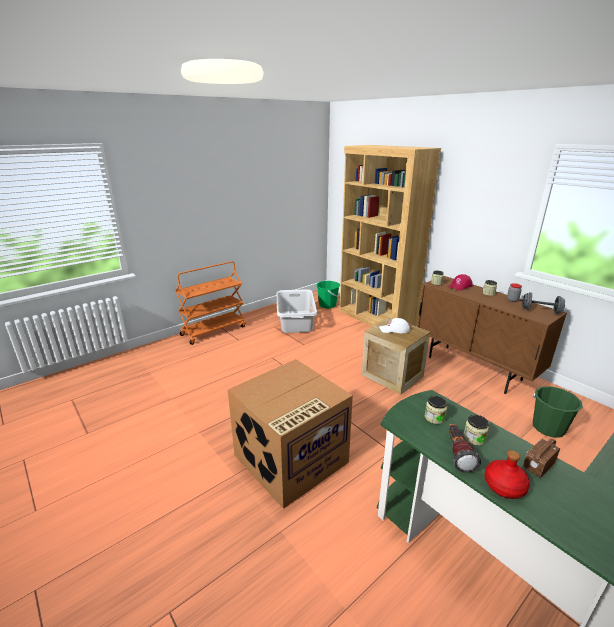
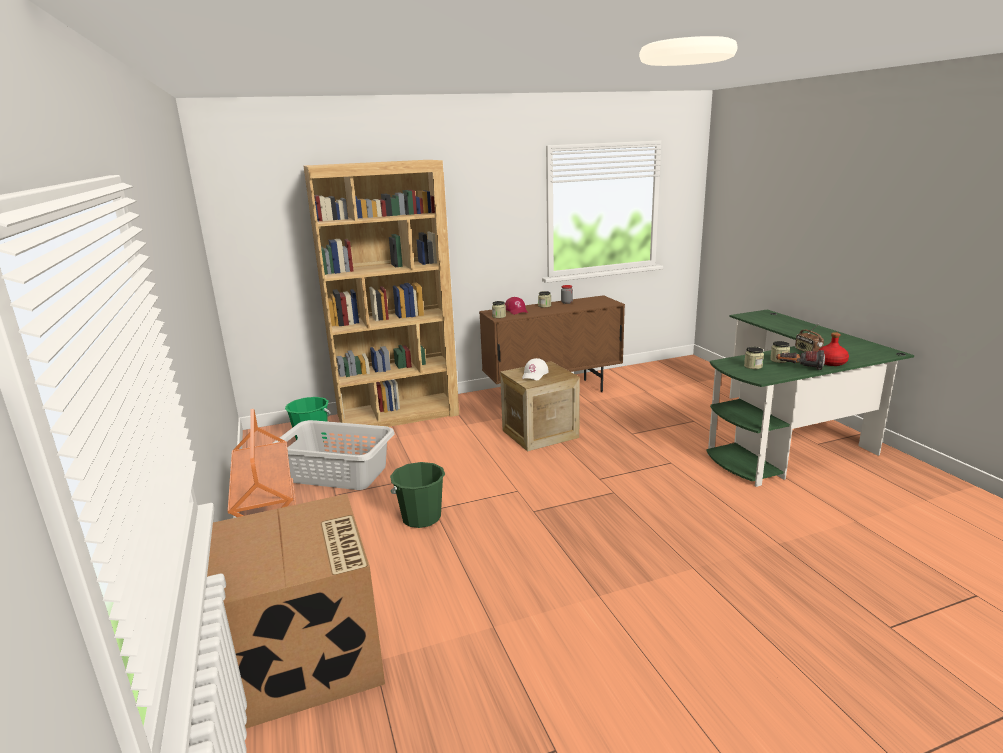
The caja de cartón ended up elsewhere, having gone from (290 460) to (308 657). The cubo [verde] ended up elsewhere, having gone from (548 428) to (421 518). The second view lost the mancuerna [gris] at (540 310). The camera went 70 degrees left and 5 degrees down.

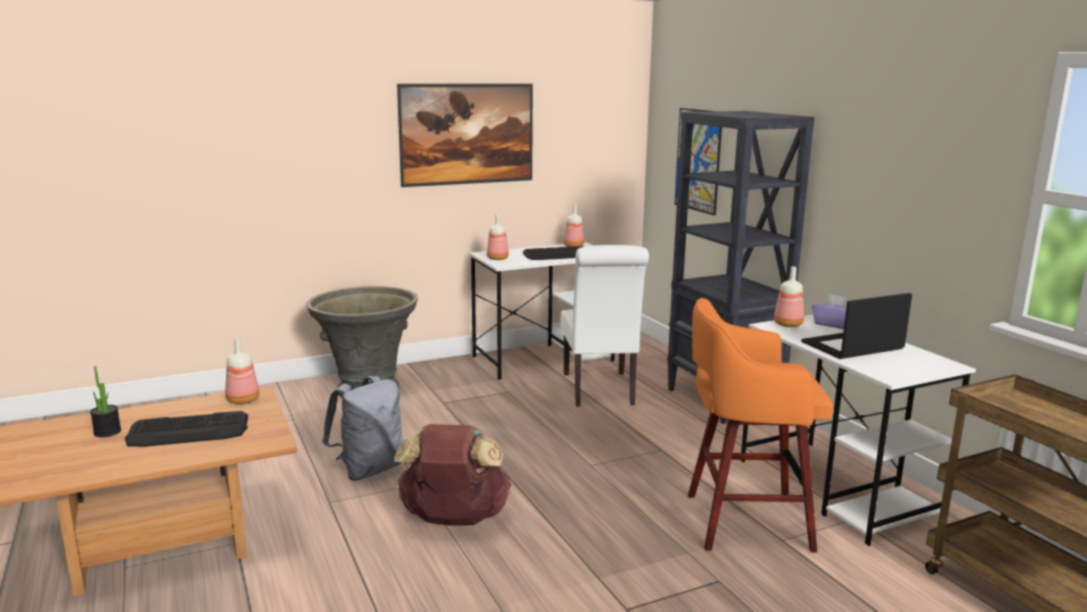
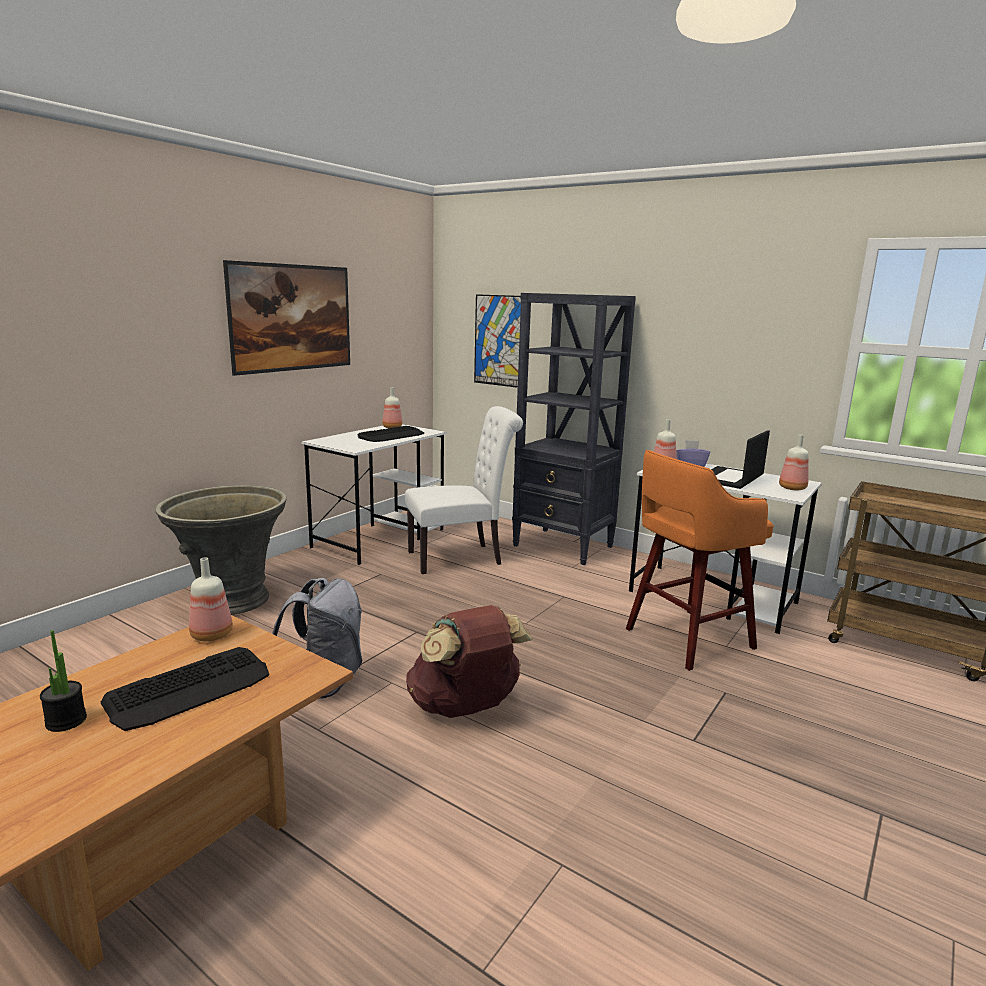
The silla [blanco] at (600 391) ended up facing another way, 75 degrees counterclockwise from before. The botella ended up elsewhere, having gone from (498 258) to (792 488). The camera went 30 degrees left and 0 degrees up.

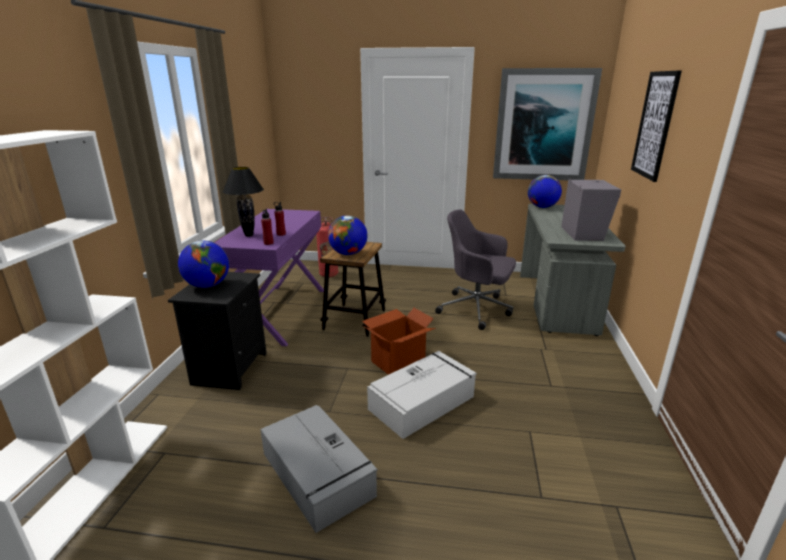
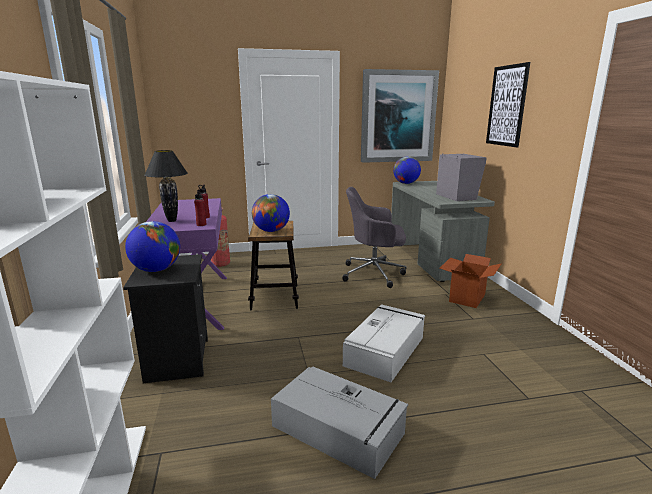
The caja de cartón ended up elsewhere, having gone from (397 361) to (466 298). The camera went 20 degrees left and 5 degrees down.

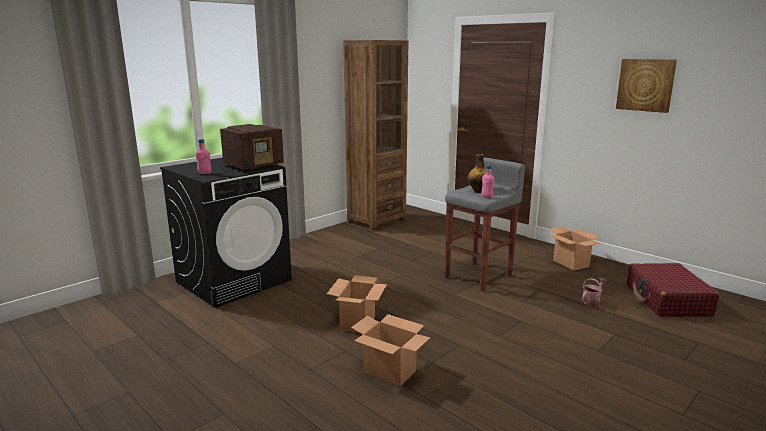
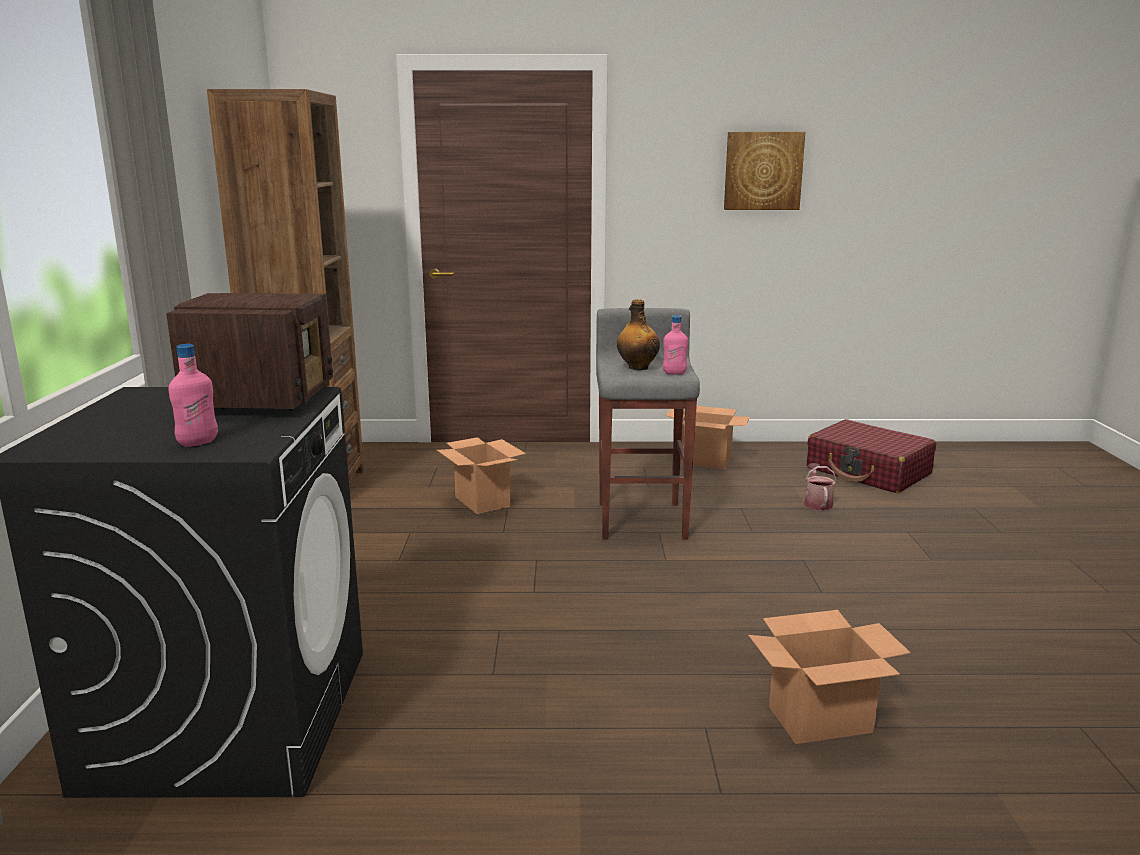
The caja de cartón ended up elsewhere, having gone from (357 322) to (482 501). The camera went 45 degrees left and 0 degrees up.

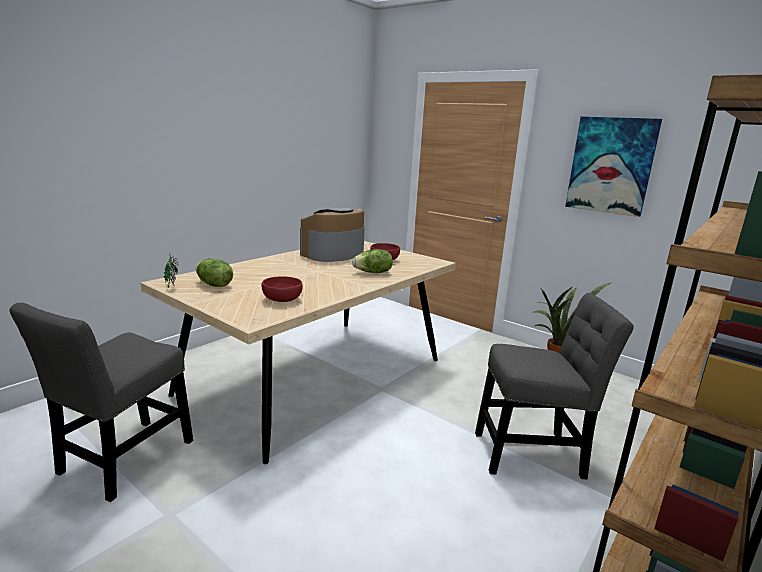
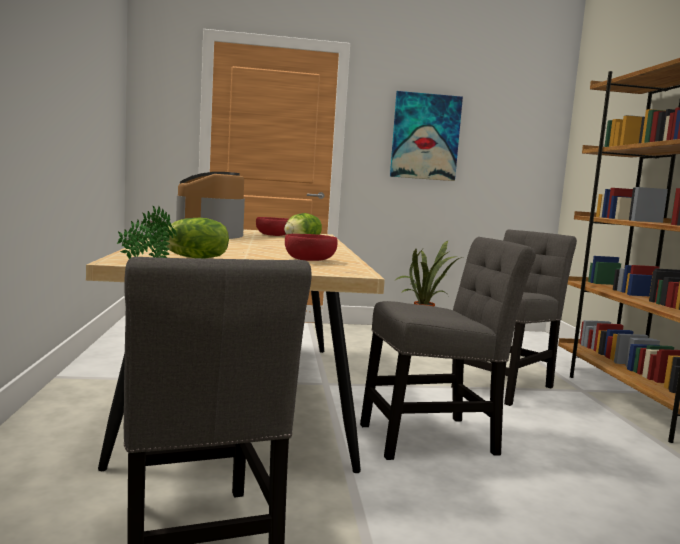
The second view gained the silla [gris] at (434 438). The camera went 45 degrees left and 10 degrees down.

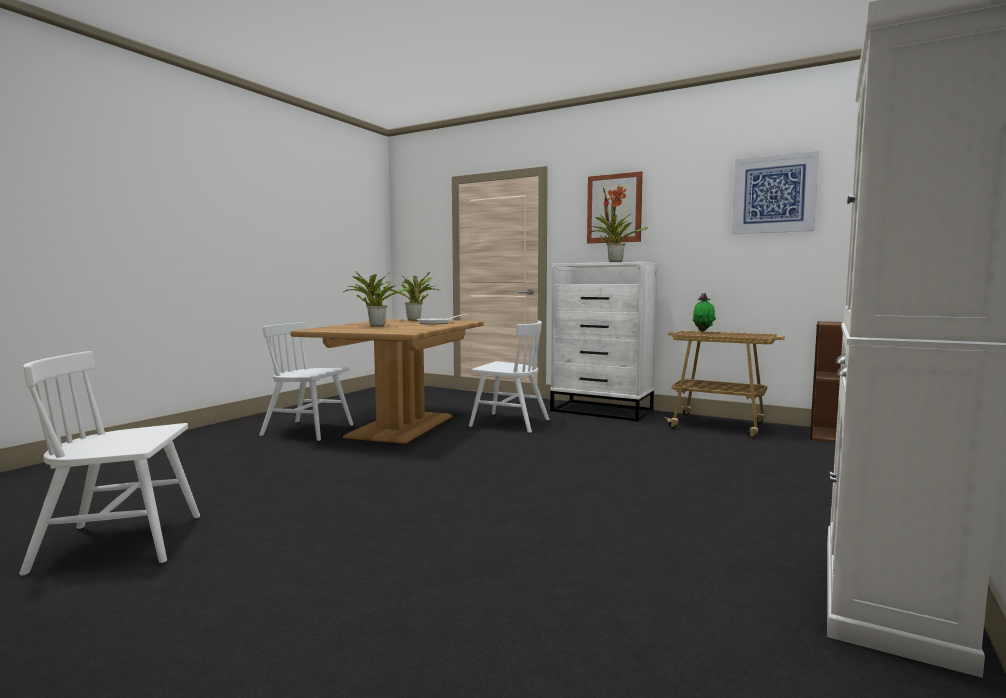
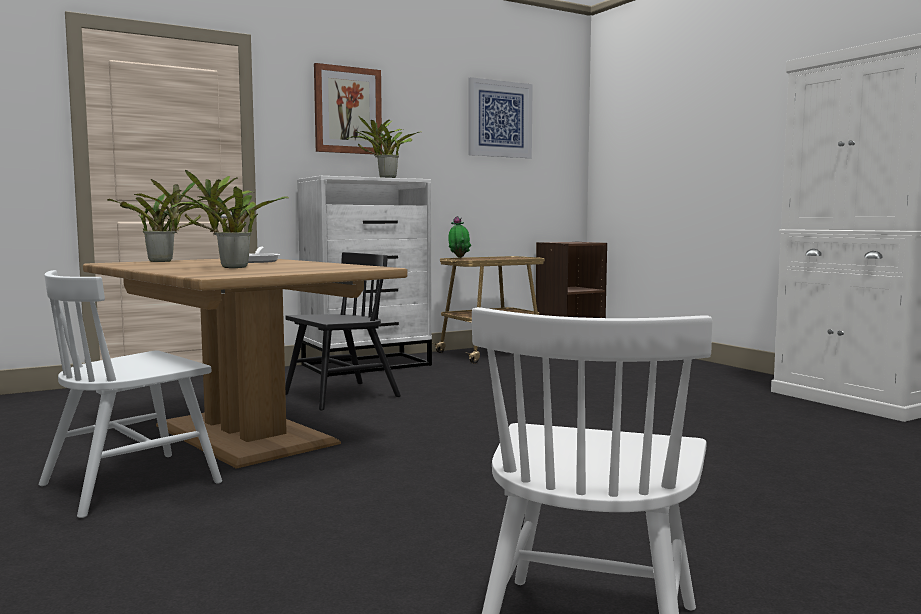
What was the silla [blanco] at (509 423) turned into the silla [negro] at (341 396). The camera went 60 degrees left and 0 degrees up.

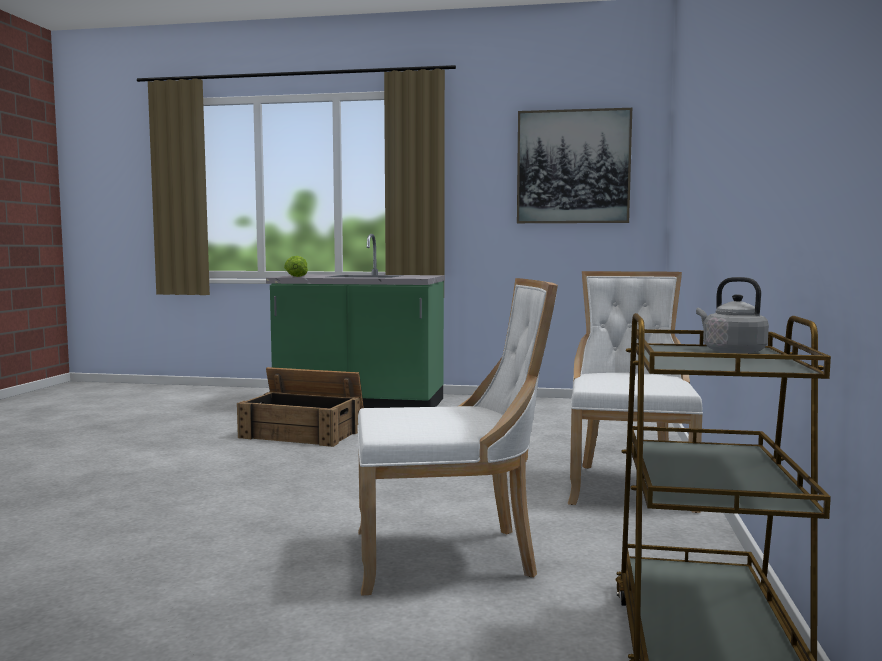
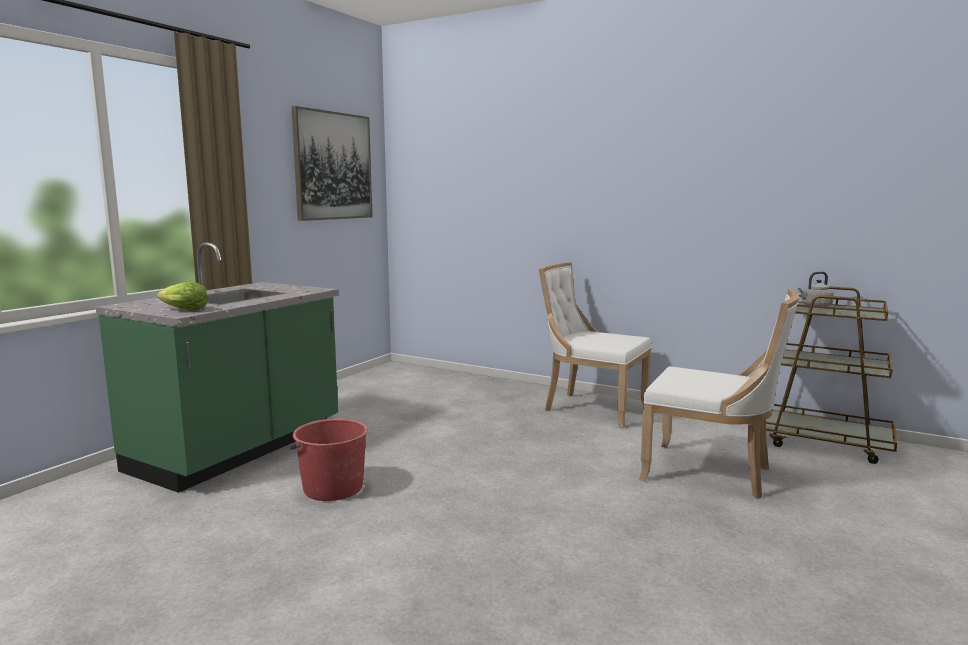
Where the caja de embalaje stood at (304 432), the cubo [rojo] came to stand at (332 488). The silla [blanco] at (450 556) ended up facing another way, 105 degrees clockwise from before. The camera went 70 degrees left and 5 degrees up.

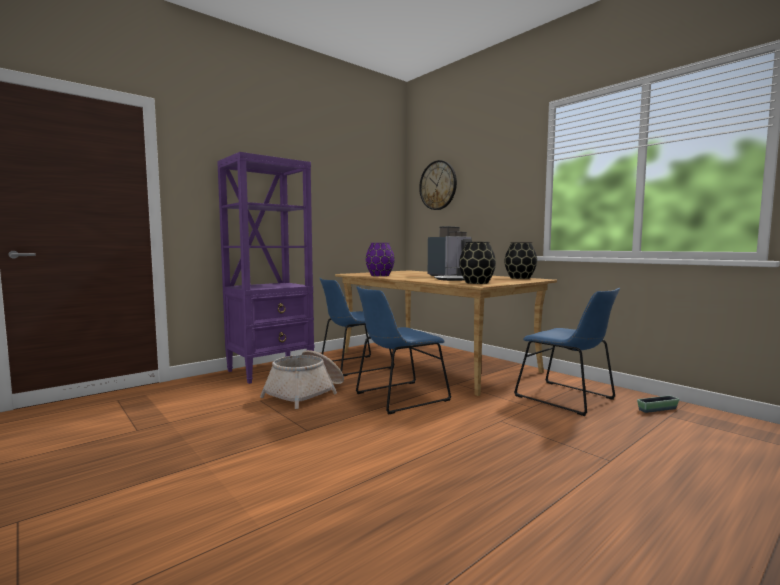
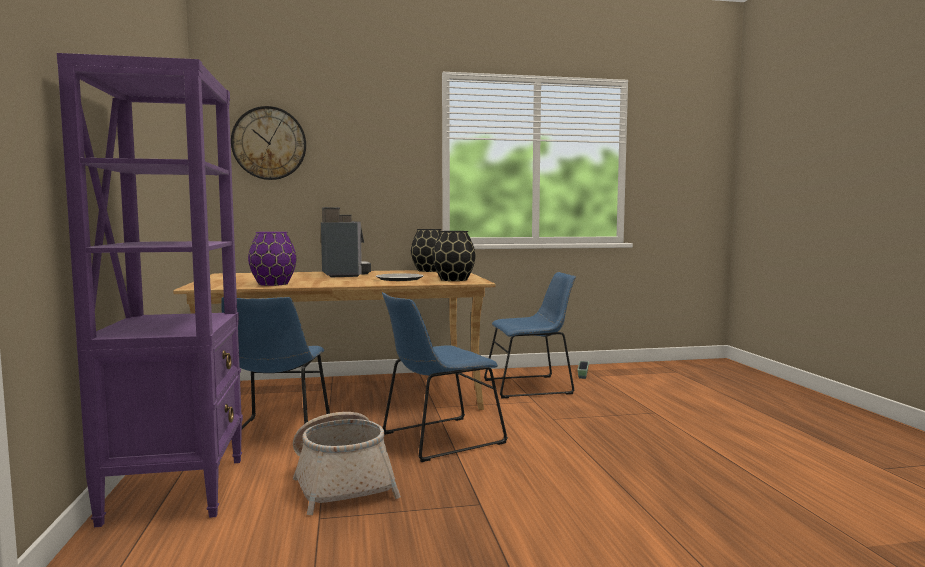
The silla [azul] at (398 397) ended up facing another way, 60 degrees clockwise from before. The camera went 60 degrees left and 0 degrees up.

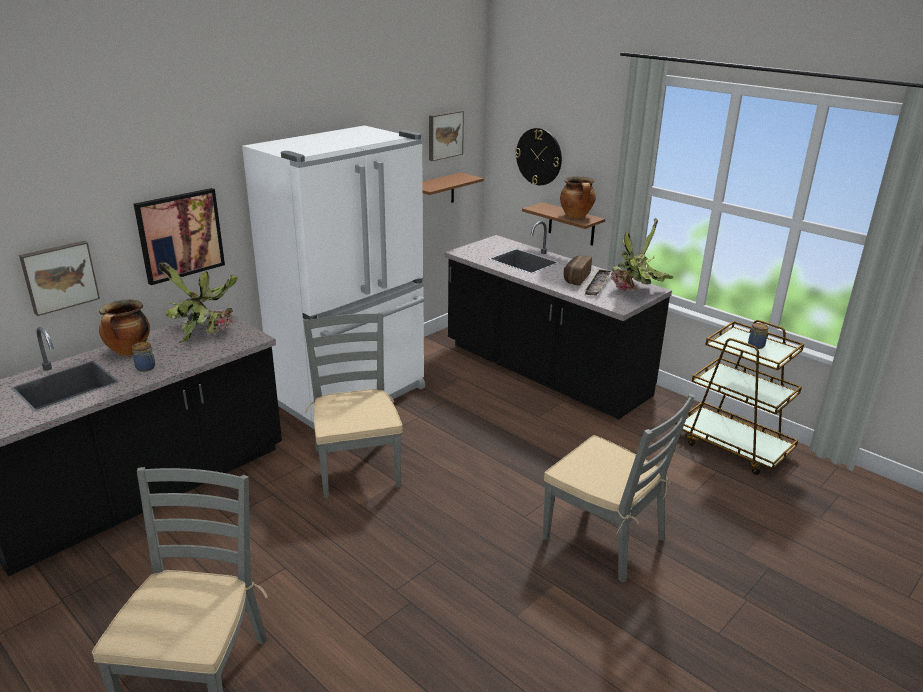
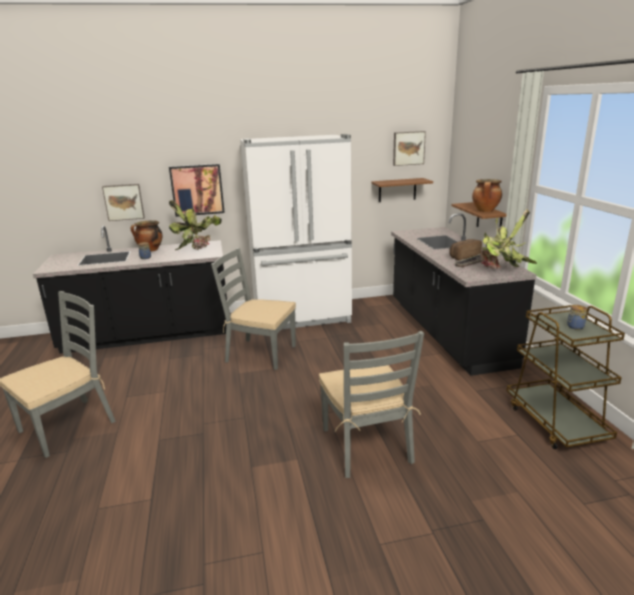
The silla [gris] at (356 467) ended up facing another way, 90 degrees counterclockwise from before. The second view lost the reloj de pared at (539 156). The camera went 35 degrees right and 5 degrees down.

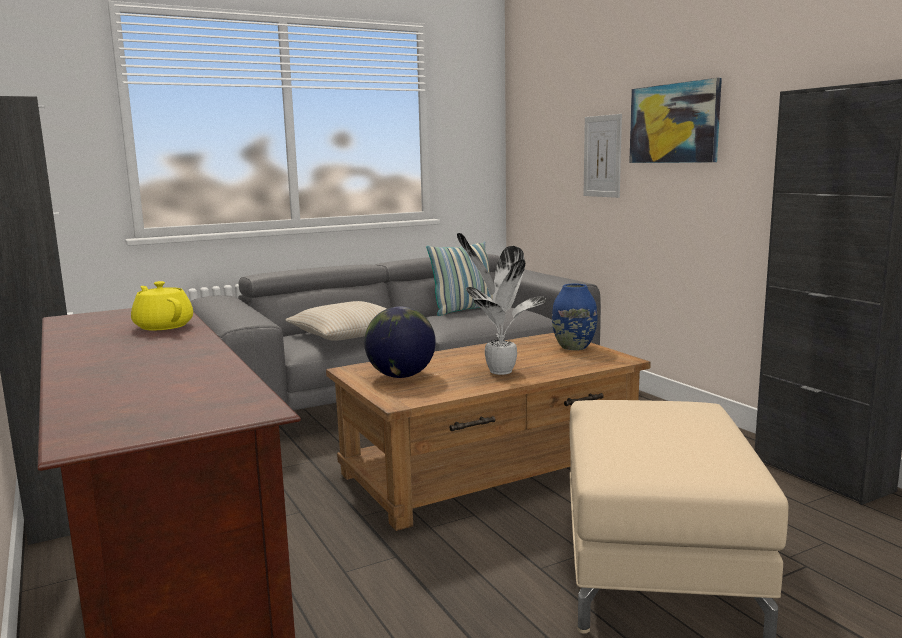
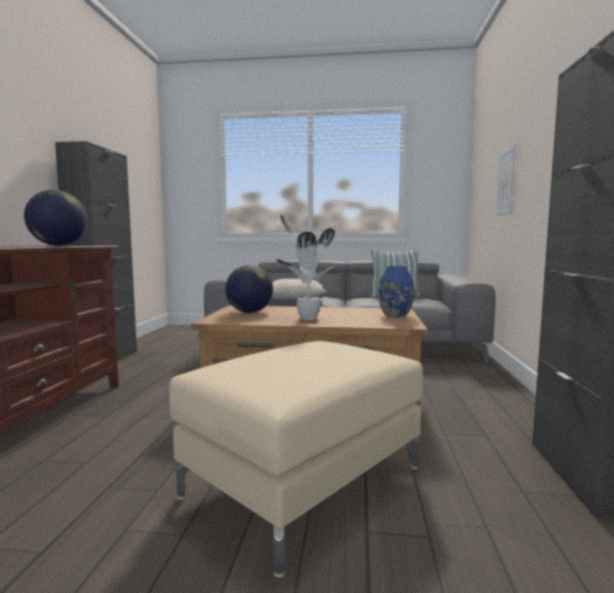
Where the tetera [amarillo] stood at (163 326), the globo terráqueo came to stand at (58 245). The second view lost the cuadro at (674 123). The camera went 35 degrees right and 5 degrees down.

